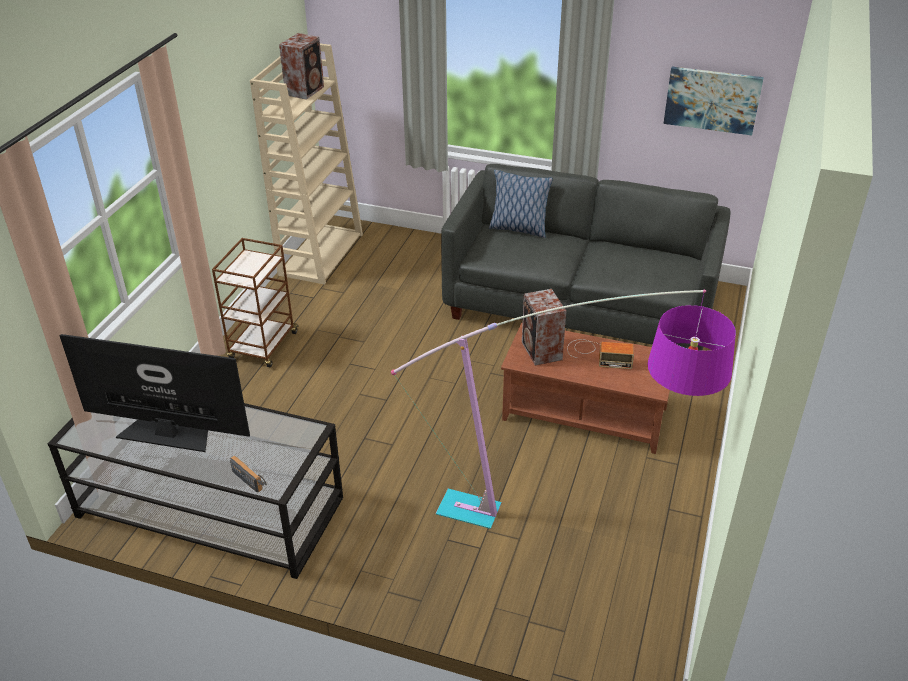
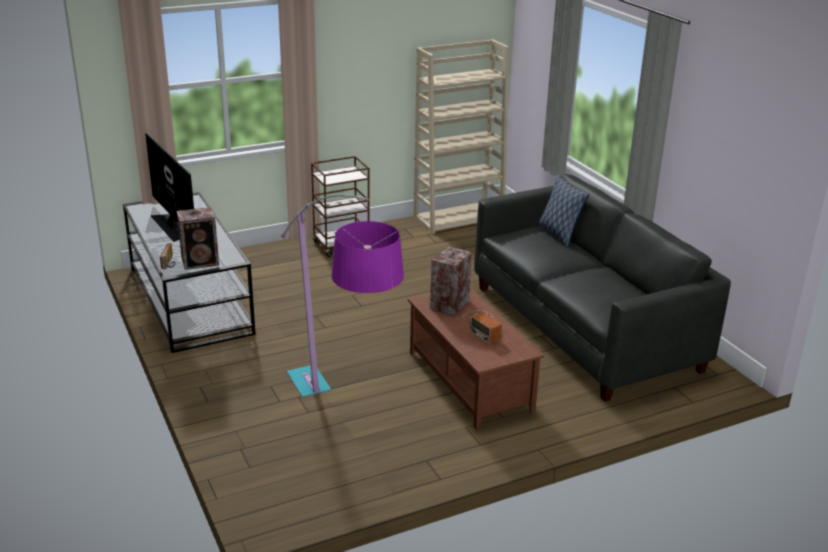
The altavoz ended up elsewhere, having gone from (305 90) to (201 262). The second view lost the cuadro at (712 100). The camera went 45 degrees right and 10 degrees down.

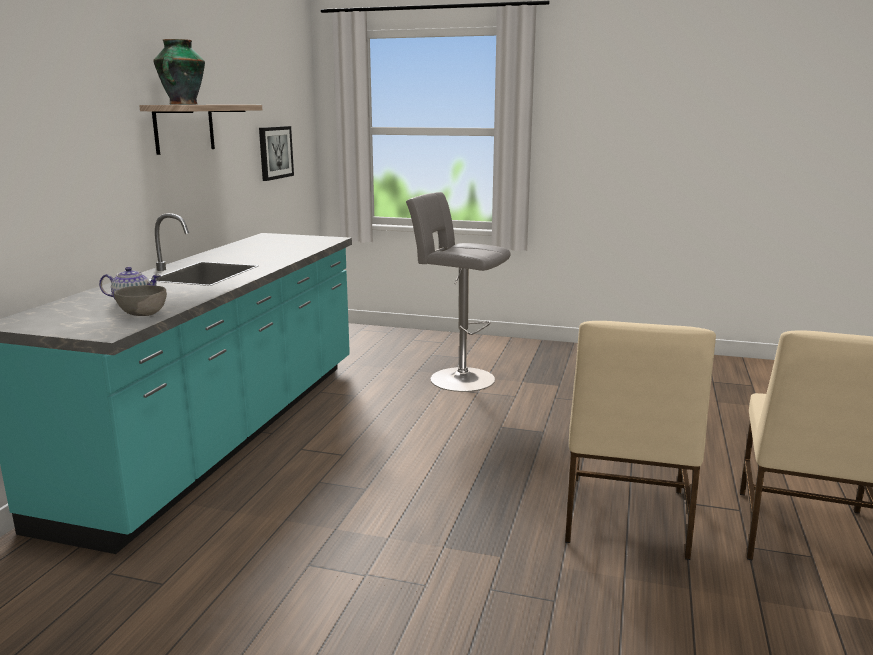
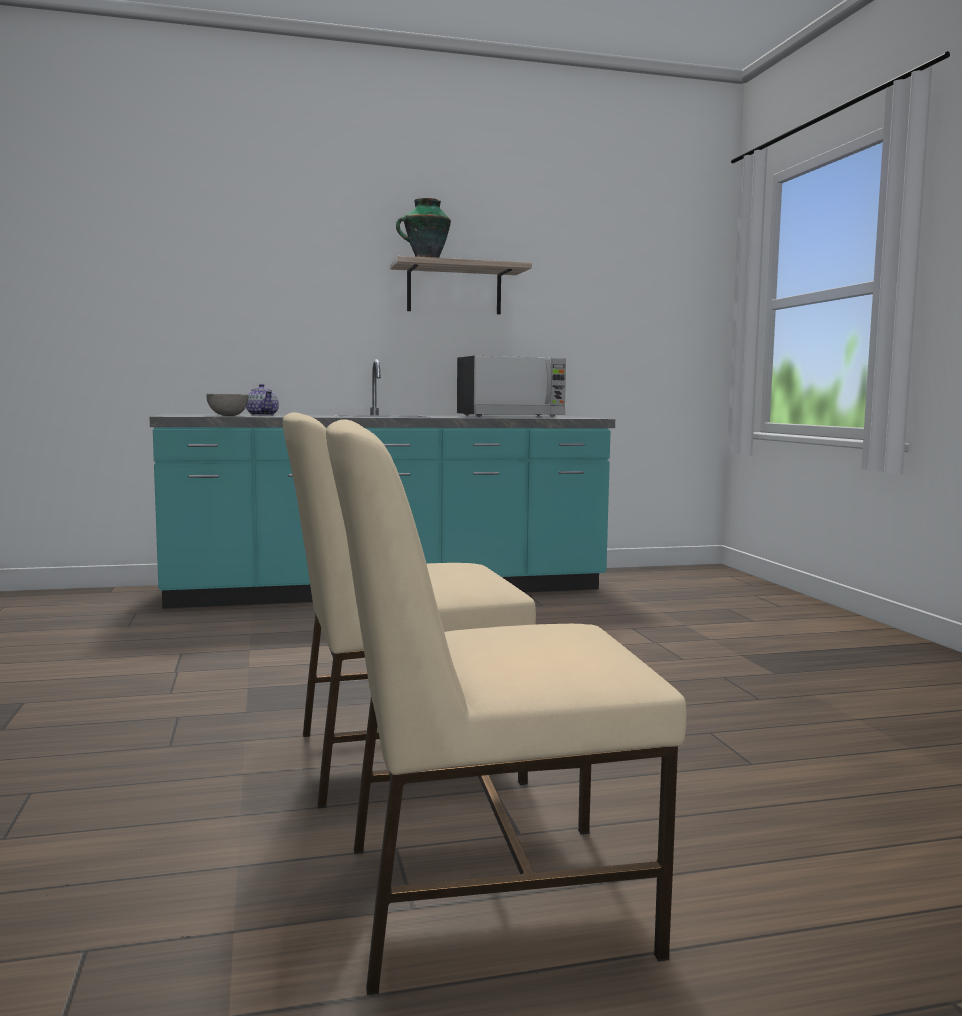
The second view gained the microondas at (511 416). The second view lost the cuadro at (275 152). The second view lost the taburete [gris] at (457 378). The camera went 60 degrees right and 10 degrees down.

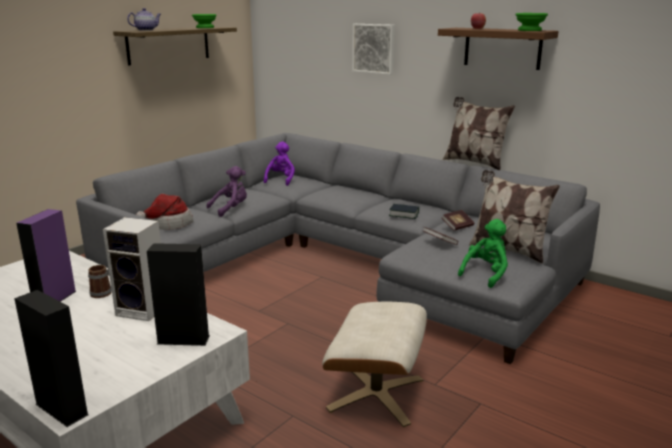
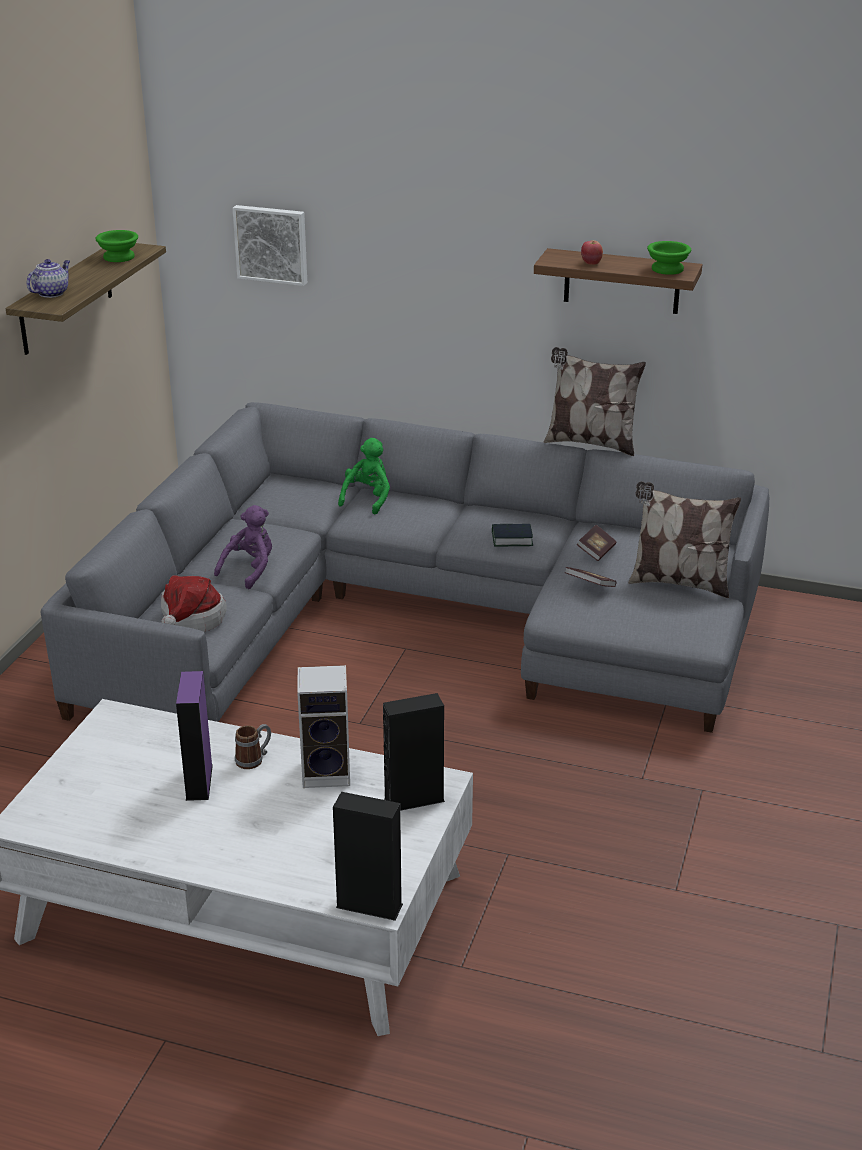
The cuadro ended up elsewhere, having gone from (374 48) to (272 244). The peluche [verde] ended up elsewhere, having gone from (486 274) to (367 499). The second view lost the peluche [morado] at (280 180). The second view lost the puf [beis] at (376 394). The camera went 20 degrees left and 10 degrees up.

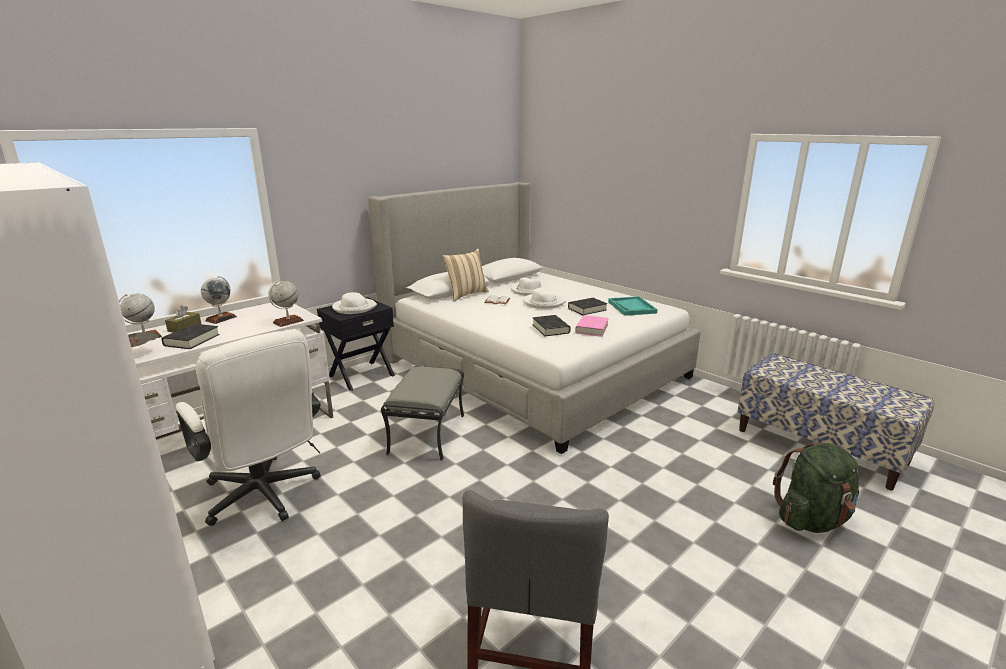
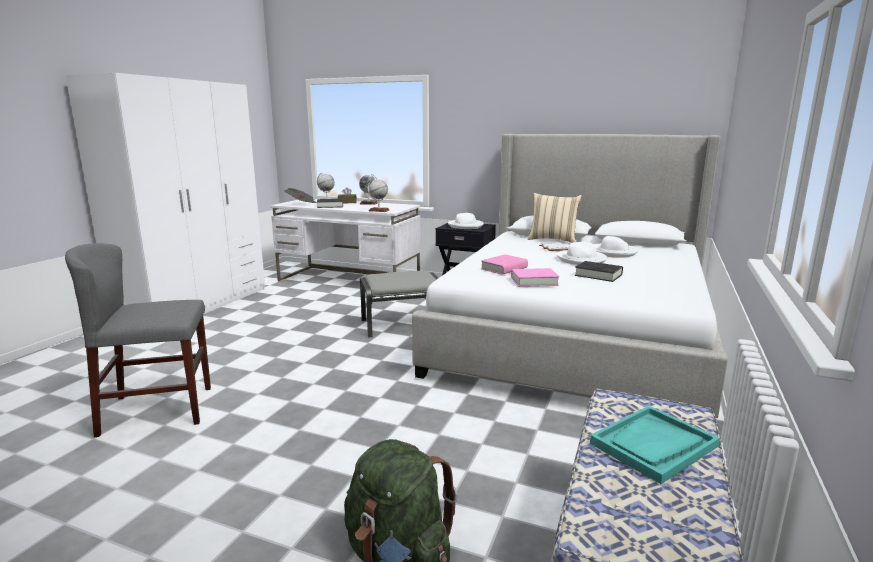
What was the libro [negro] at (550 329) turned into the libro [rosa] at (504 268). The bandeja [turquesa] ended up elsewhere, having gone from (632 307) to (653 445). The second view lost the silla de oficina [blanco] at (265 497). The camera went 65 degrees right and 5 degrees down.

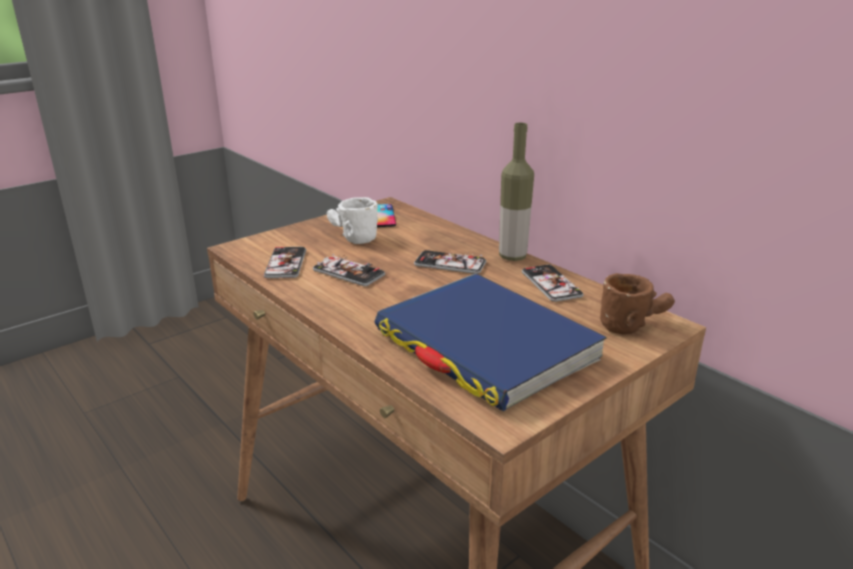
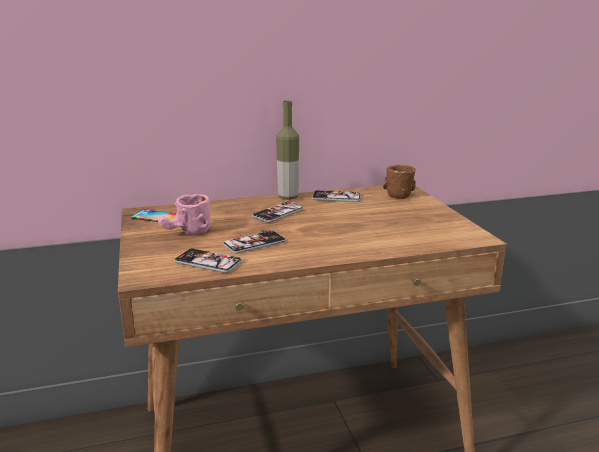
What was the taza grande [blanco] at (350 237) turned into the taza grande [rosa] at (187 233). The second view lost the libro [azul] at (485 345). The camera went 65 degrees left and 5 degrees down.

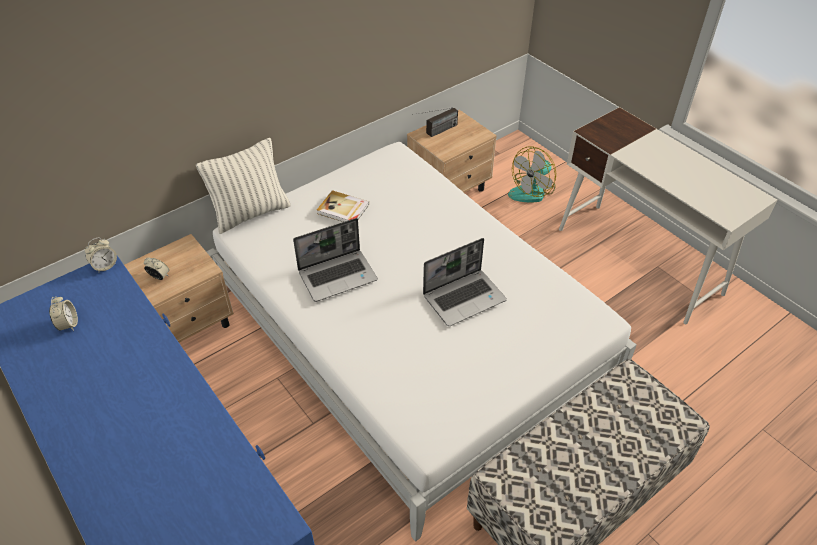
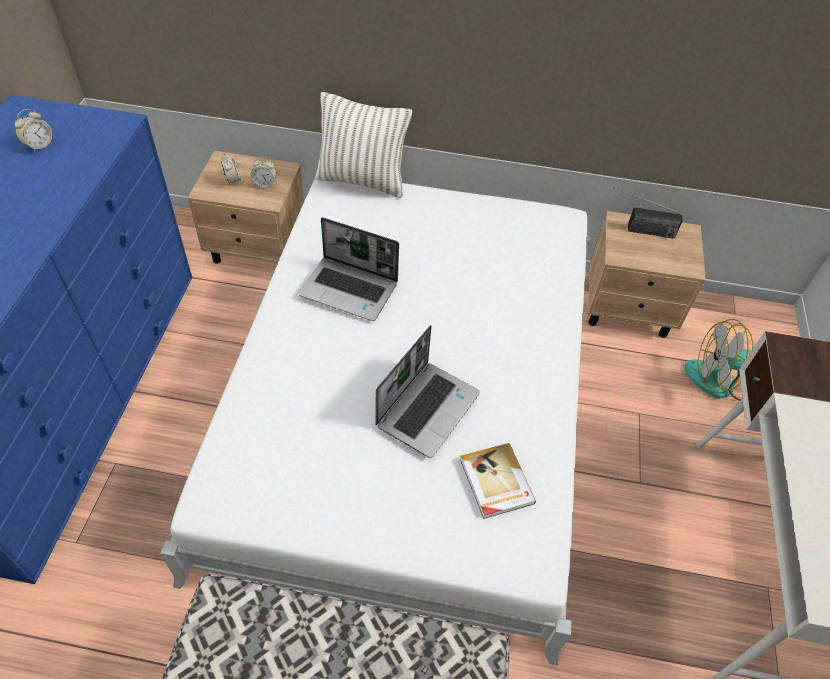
The despertador ended up elsewhere, having gone from (105 266) to (265 184). The portátil at (464 297) ended up facing another way, 75 degrees counterclockwise from before. The libro ended up elsewhere, having gone from (343 209) to (495 482). The camera went 45 degrees right and 5 degrees up.

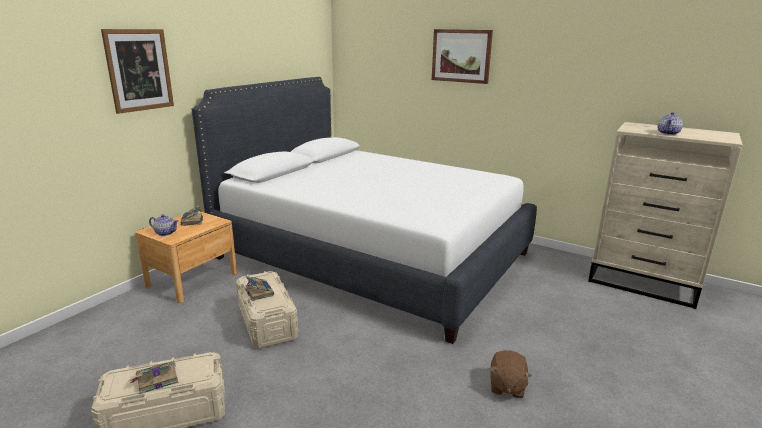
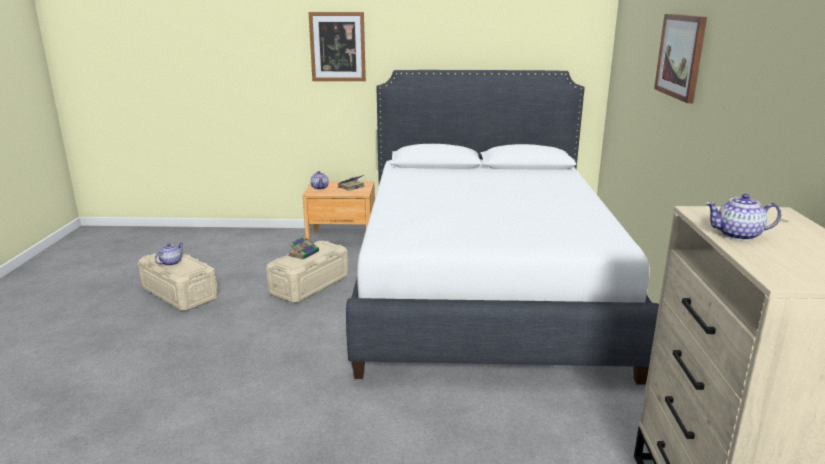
Where the libro stood at (156 380), the tetera came to stand at (170 263). The second view lost the peluche [marrón] at (506 386). The camera went 60 degrees right and 0 degrees up.

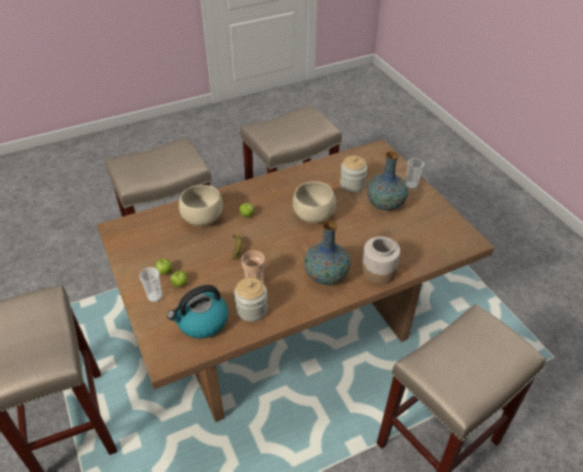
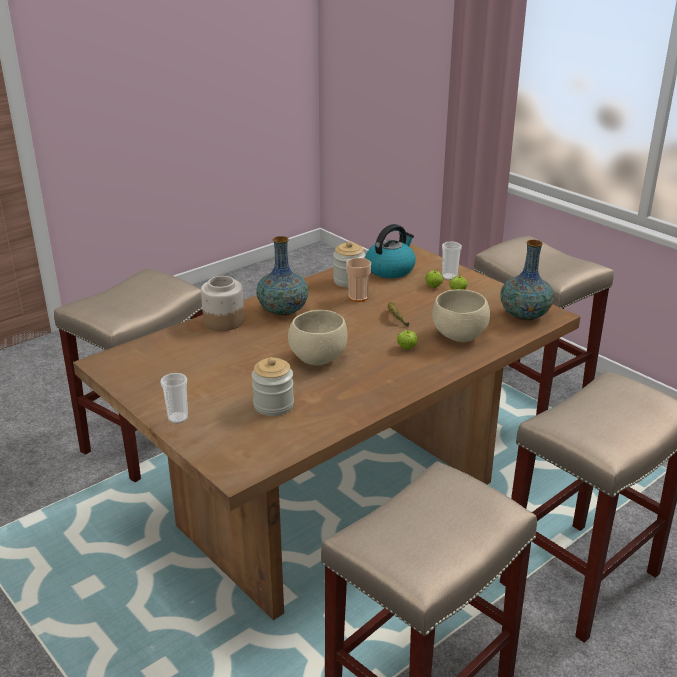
The florero ended up elsewhere, having gone from (385 204) to (524 315). The camera went 165 degrees right and 15 degrees down.

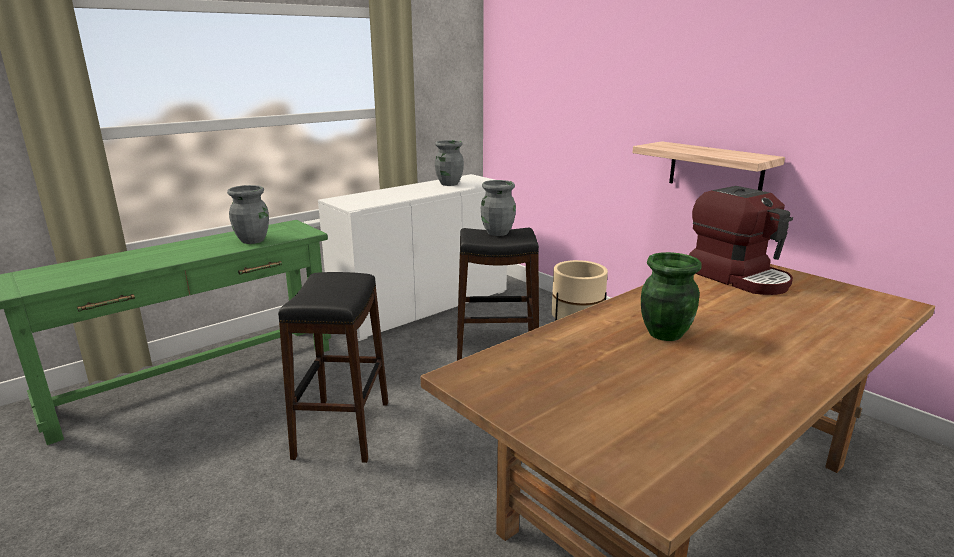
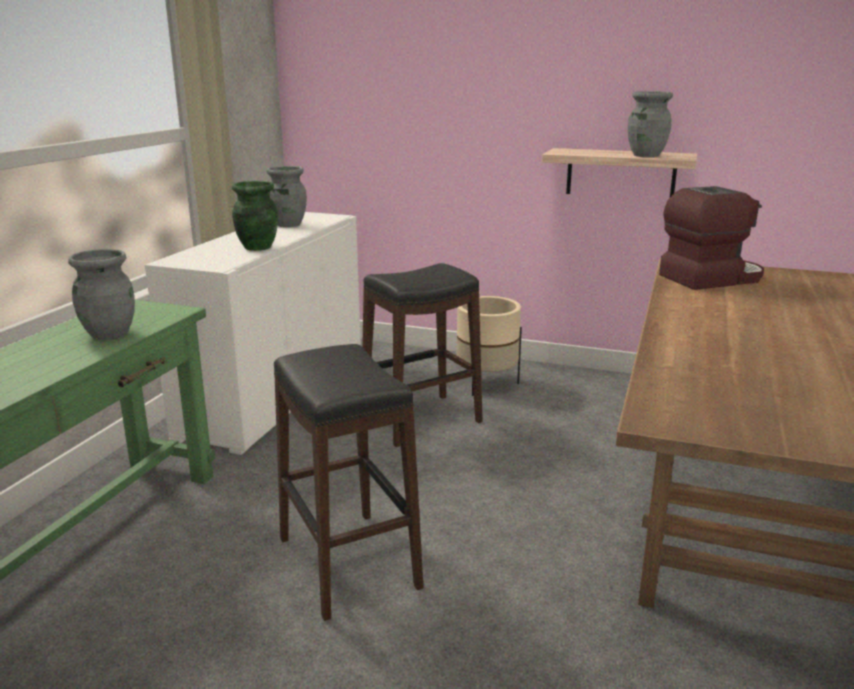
The florero [verde] ended up elsewhere, having gone from (664 334) to (257 247). The florero [gris] ended up elsewhere, having gone from (498 233) to (645 155). The cafetera at (739 277) ended up facing another way, 45 degrees counterclockwise from before. The camera went 30 degrees left and 0 degrees up.

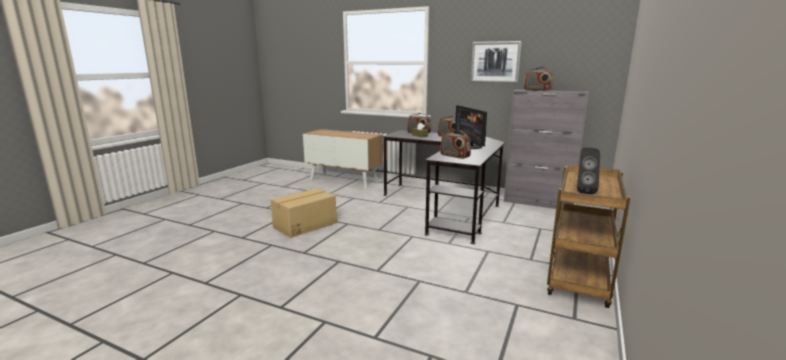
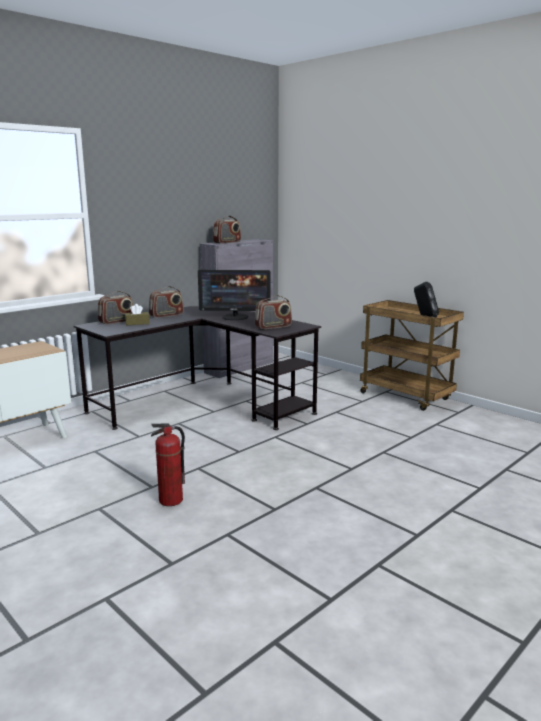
Where the caja de cartón stood at (304 225), the extintor came to stand at (170 500). The second view lost the cuadro at (495 62). The camera went 70 degrees left and 0 degrees up.

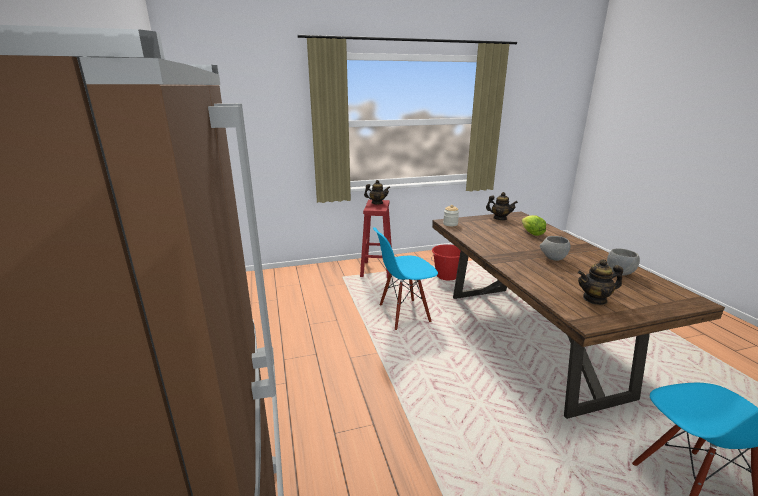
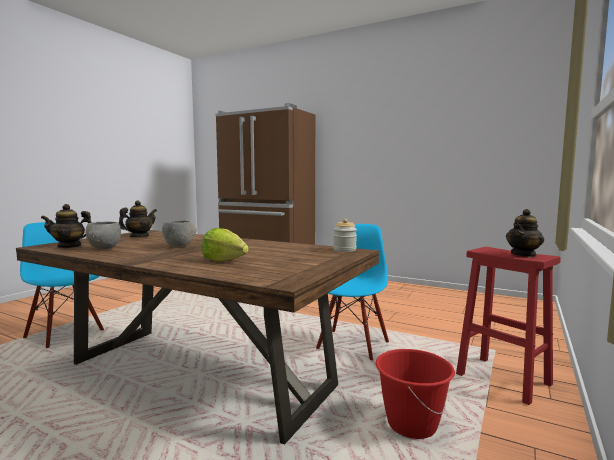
The tetera ended up elsewhere, having gone from (500 218) to (69 246). The camera went 135 degrees right and 15 degrees down.

